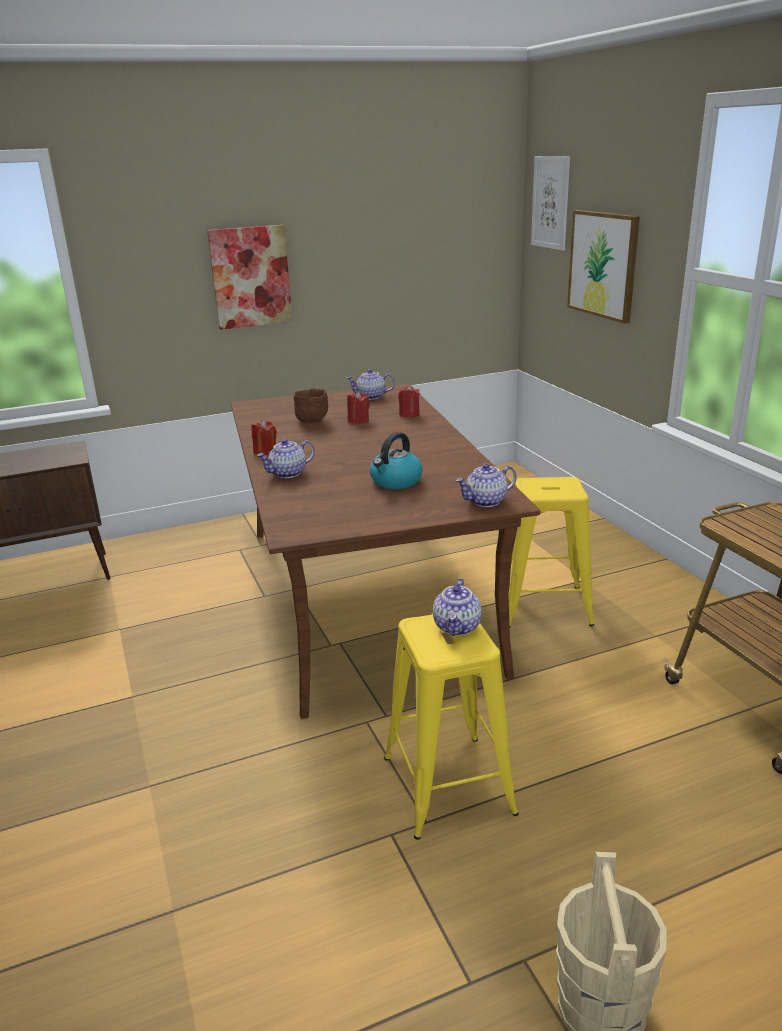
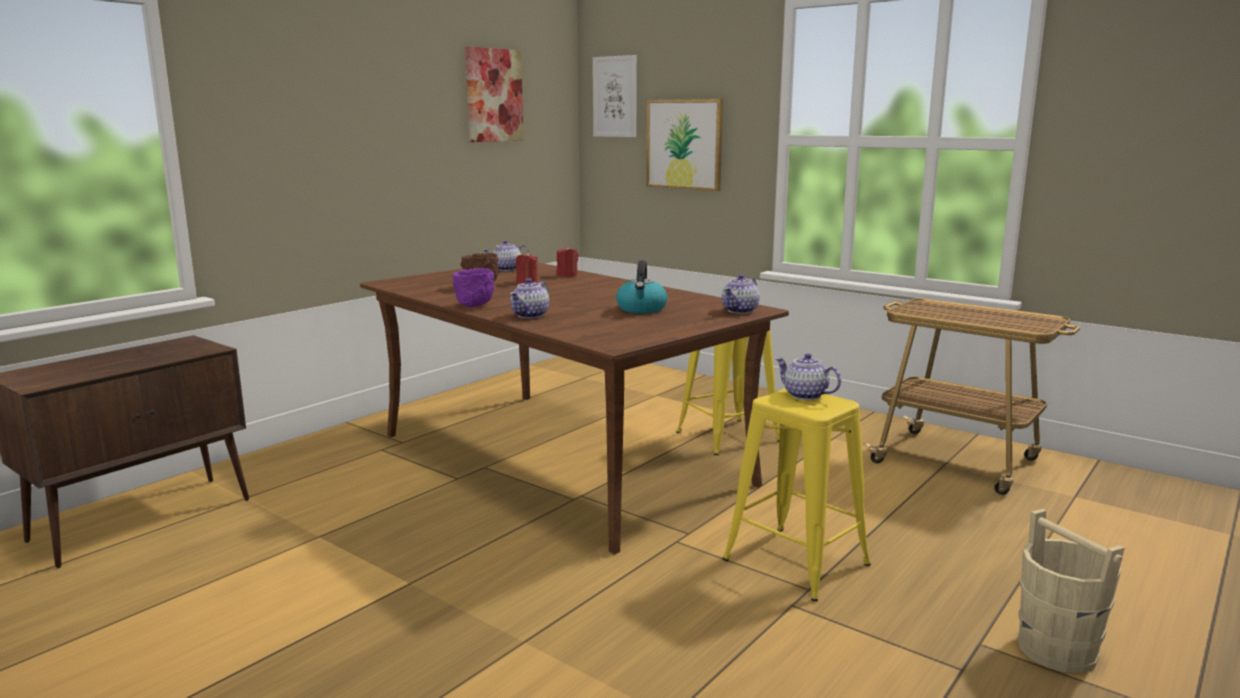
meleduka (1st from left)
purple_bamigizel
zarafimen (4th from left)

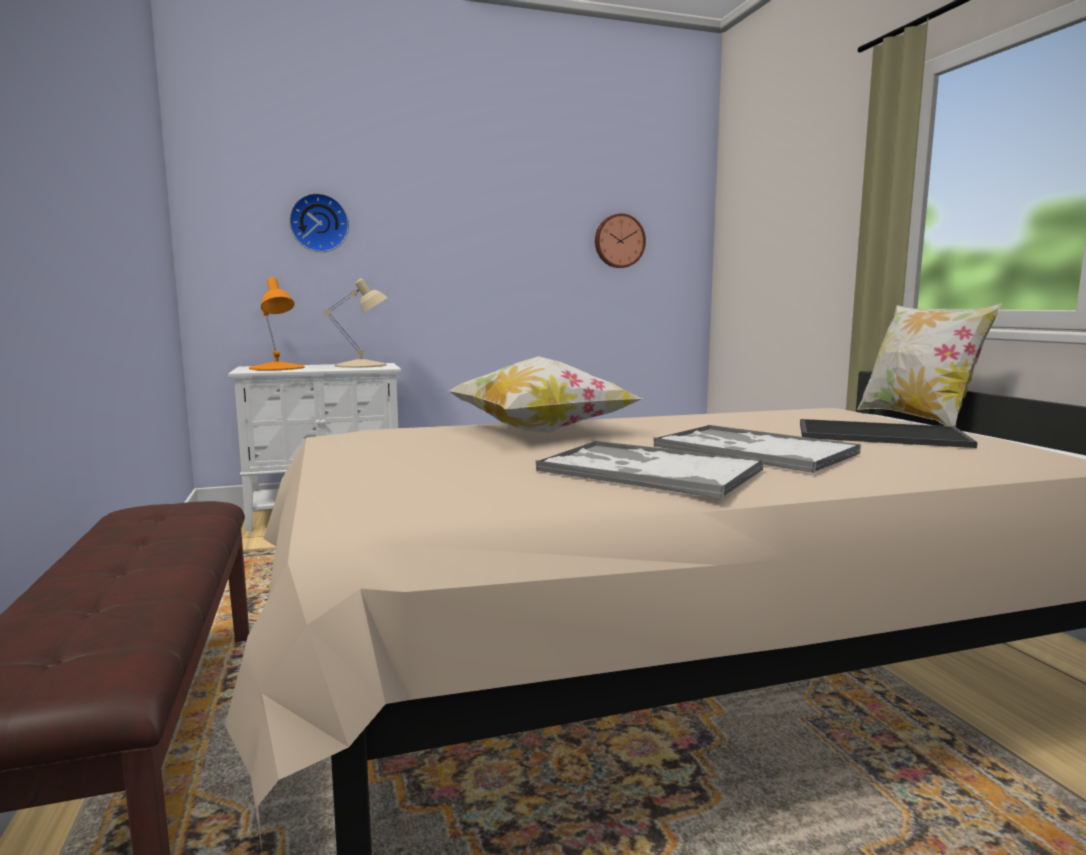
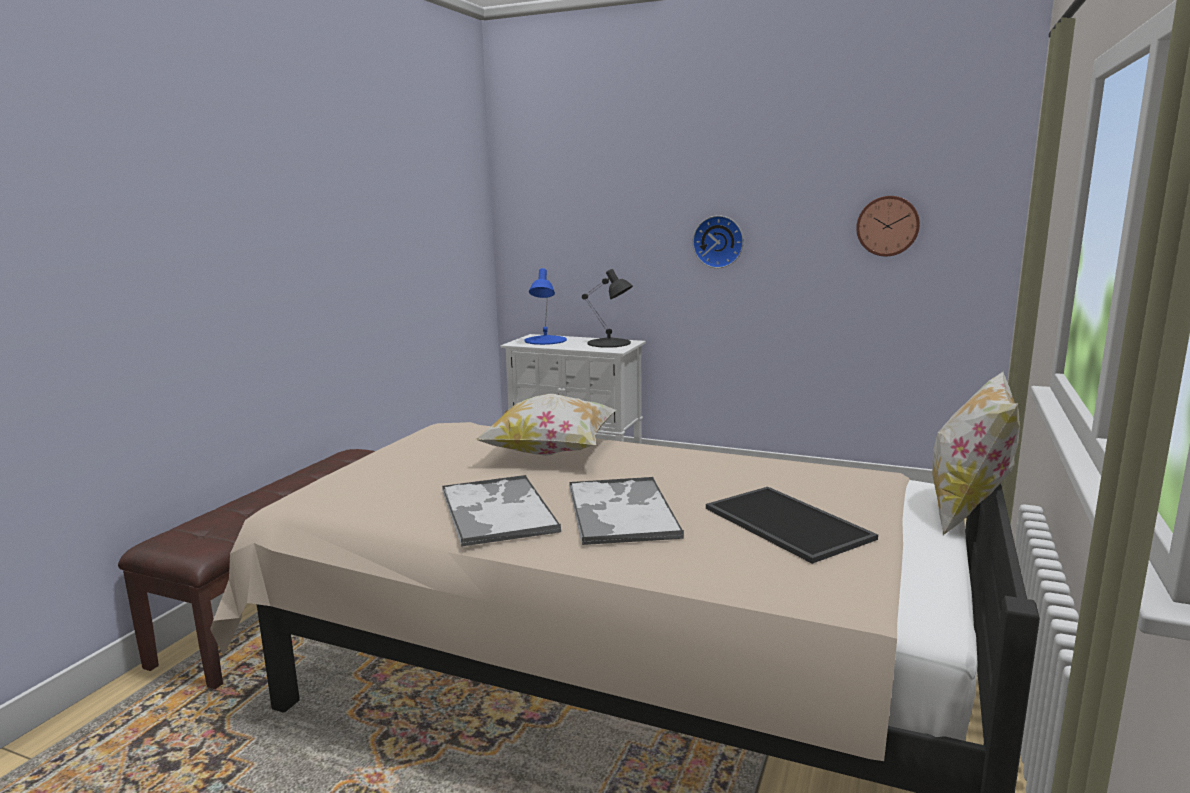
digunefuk (1st from left)
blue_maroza
black_maroza

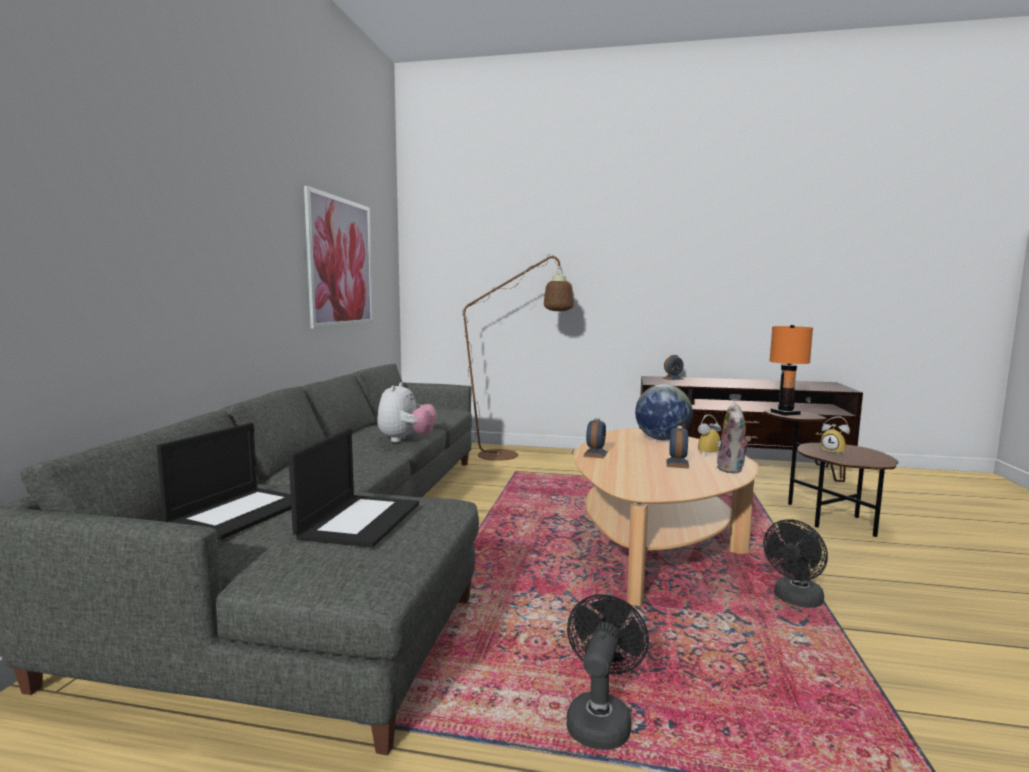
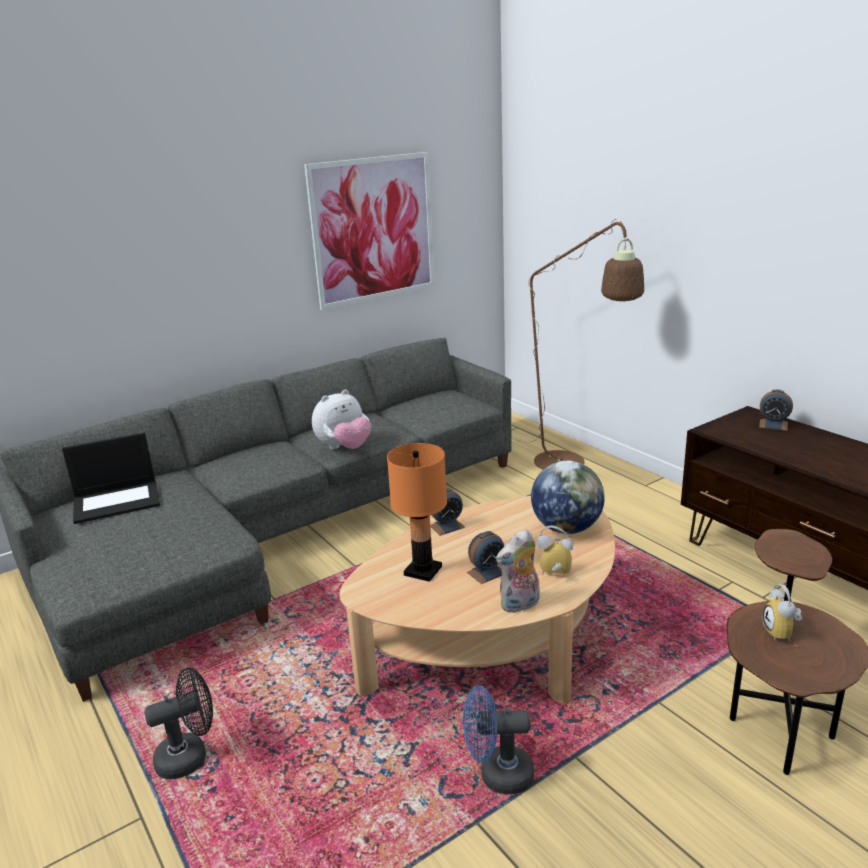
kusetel (2nd from left in the first image)
orange_maroza
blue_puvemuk

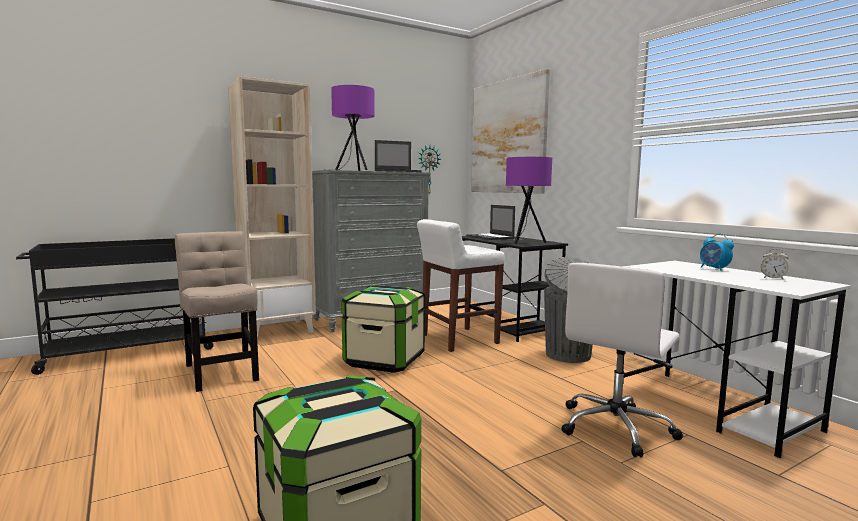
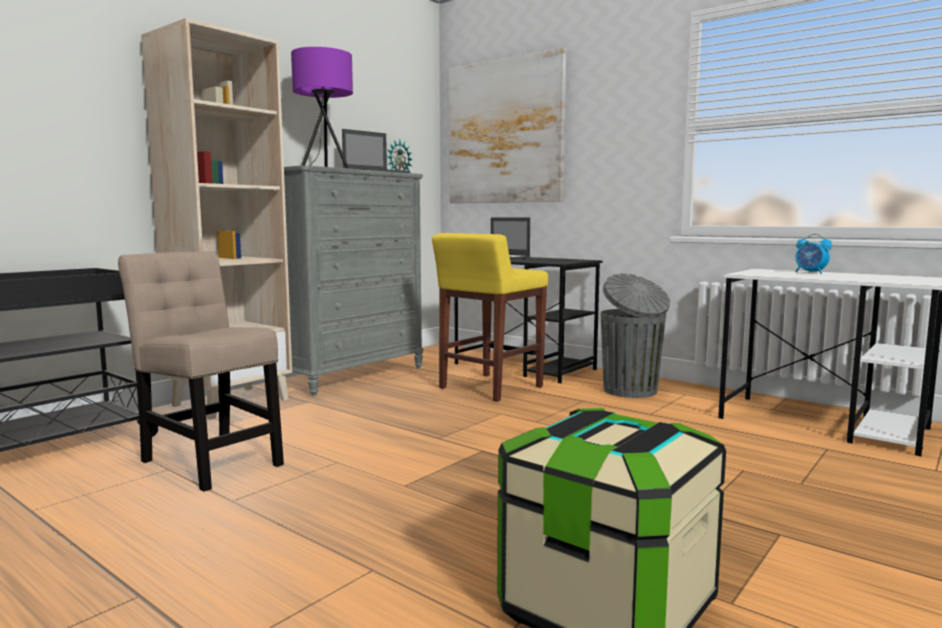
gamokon (2nd from left in the first image)
purple_maroza (2nd from left in the first image)
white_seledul
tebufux (2nd from left in the first image)
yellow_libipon

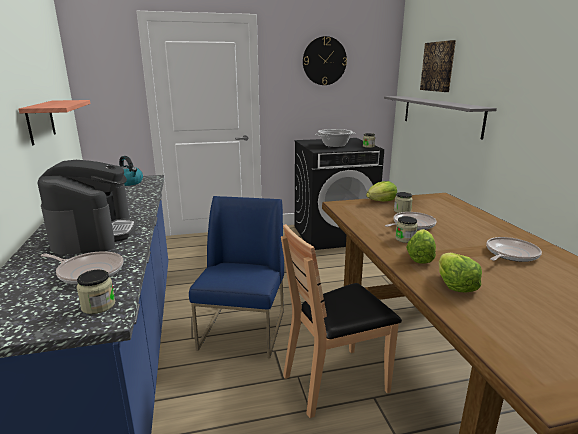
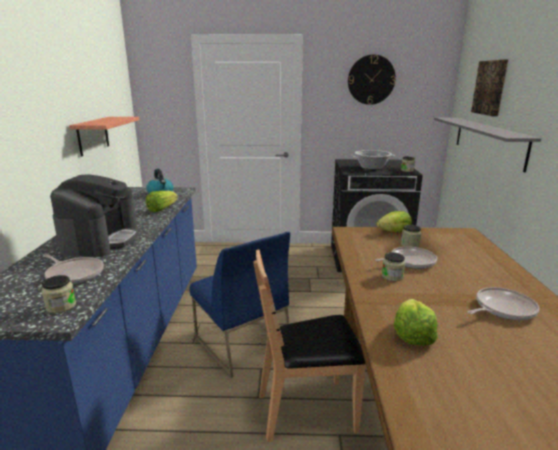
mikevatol (1st from left)
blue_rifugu

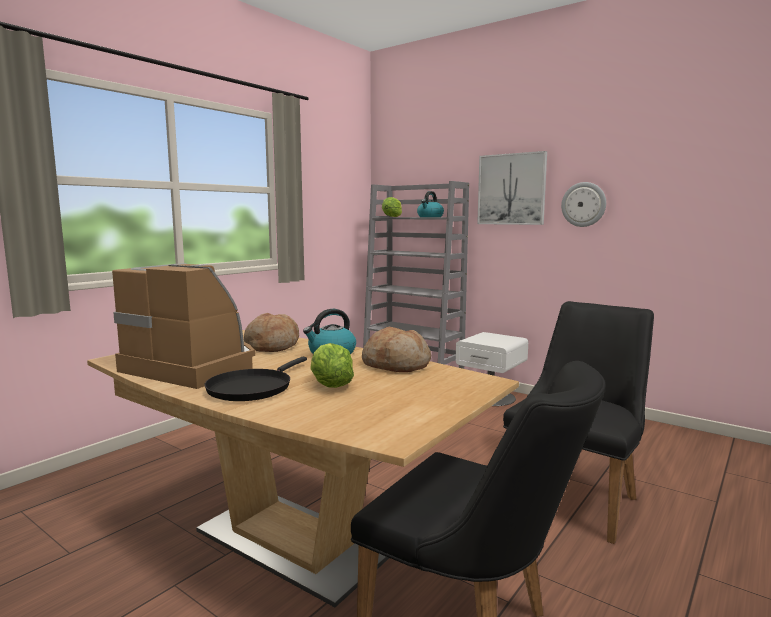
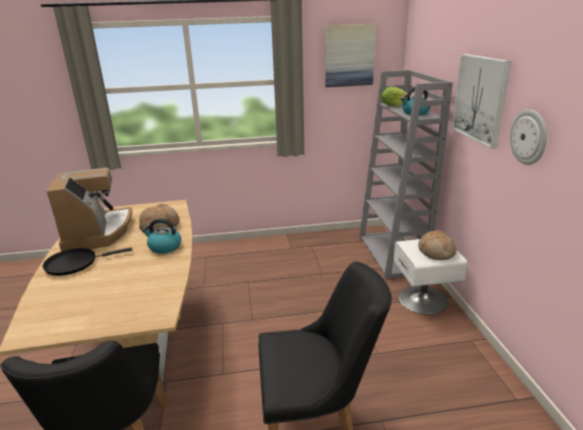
mikevatol (1st from left in the first image)
meleduka (1st from left)
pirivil (2nd from left)

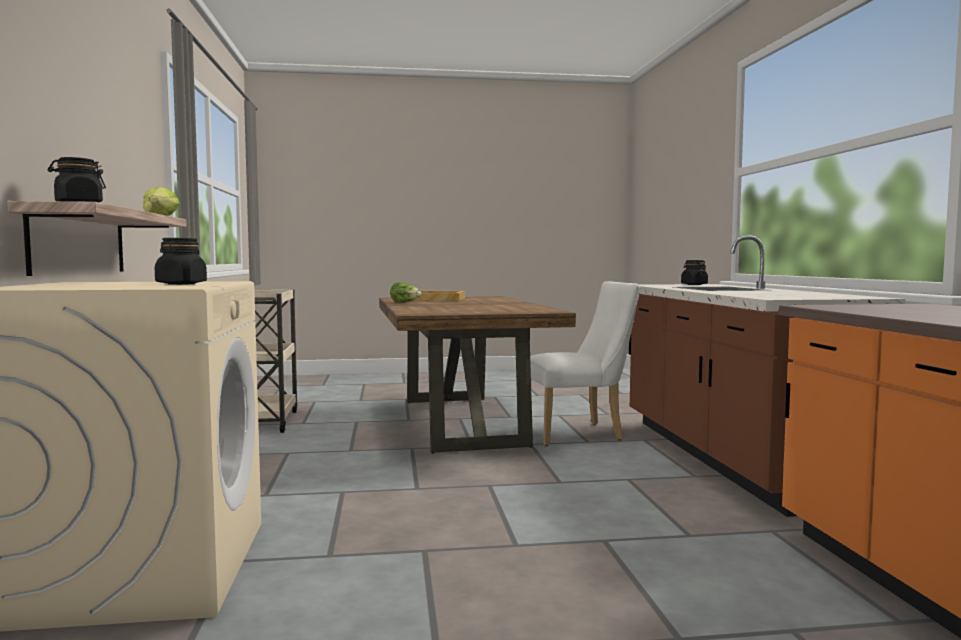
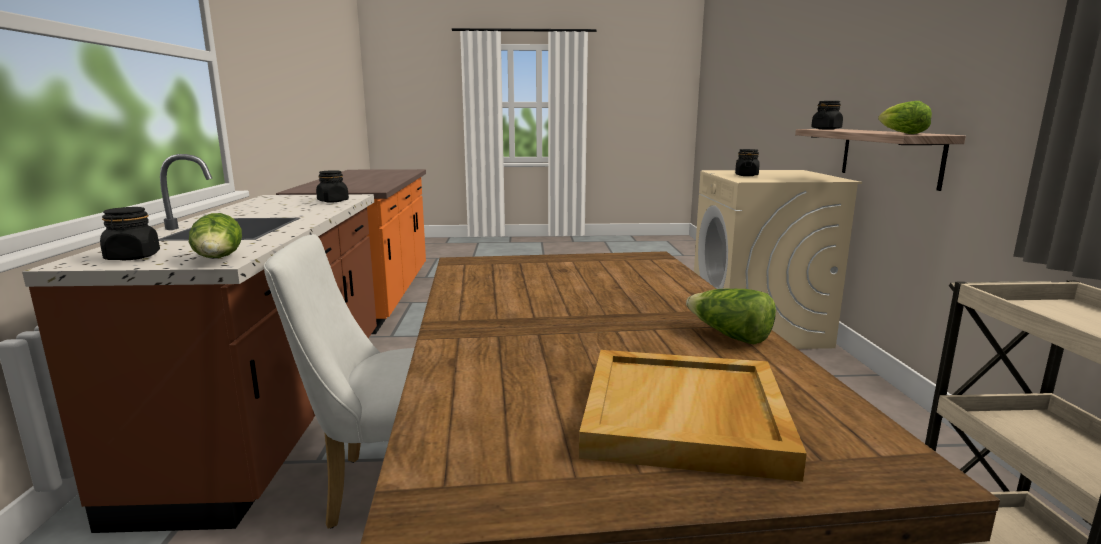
mikevatol (1st from left)
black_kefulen (2nd from left)

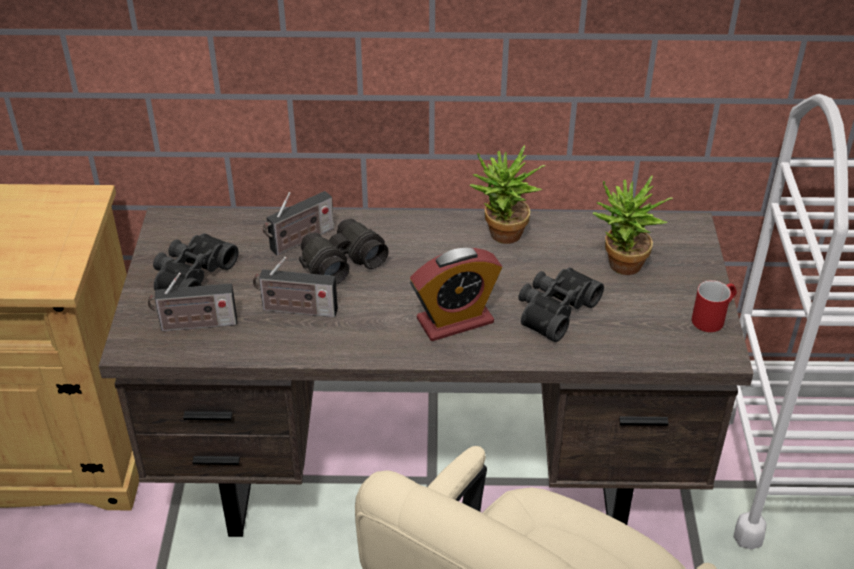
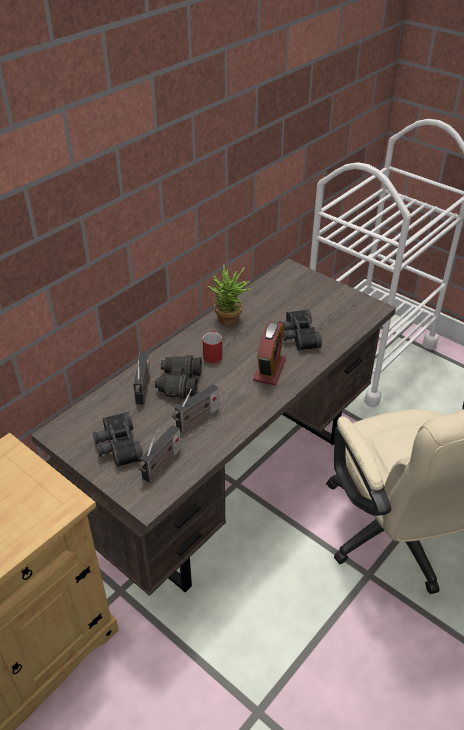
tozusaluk (2nd from left in the first image)
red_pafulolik

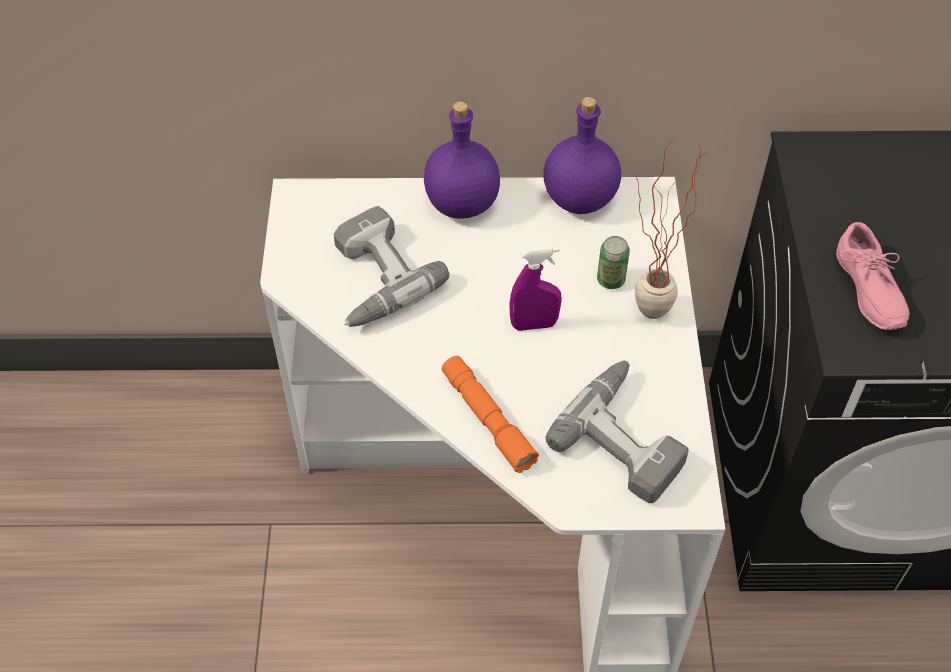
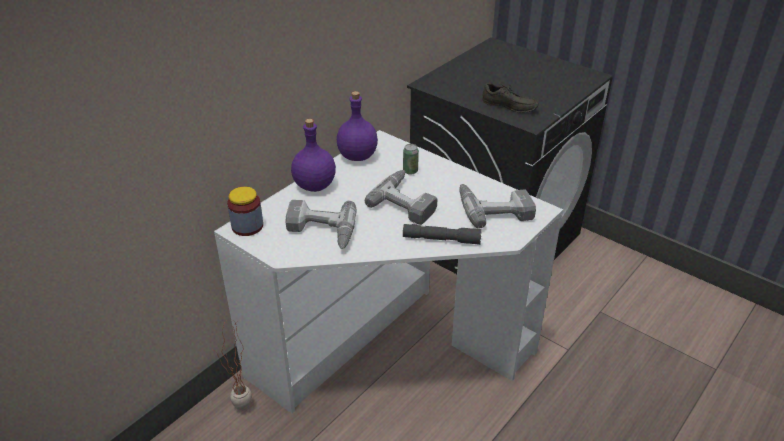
kefulen
tozusaluk
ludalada (2nd from left)
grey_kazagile
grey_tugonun

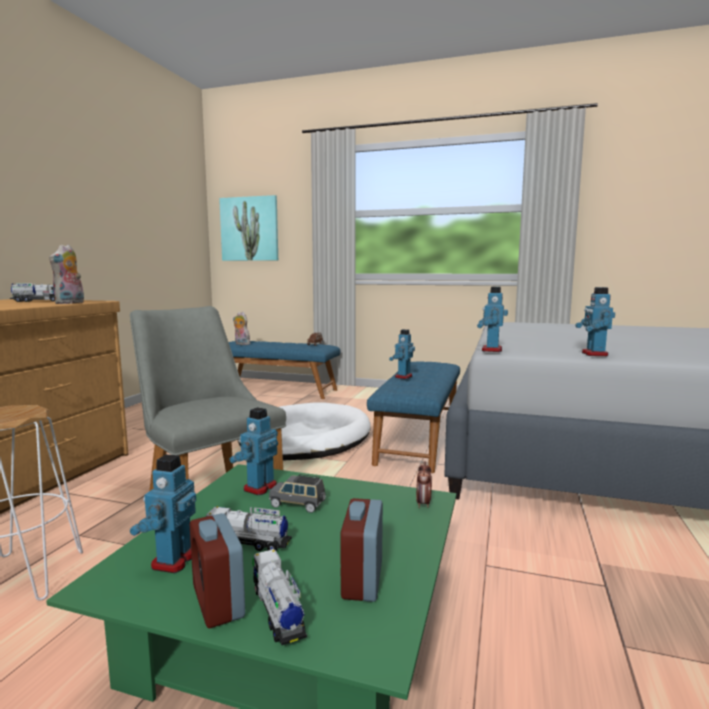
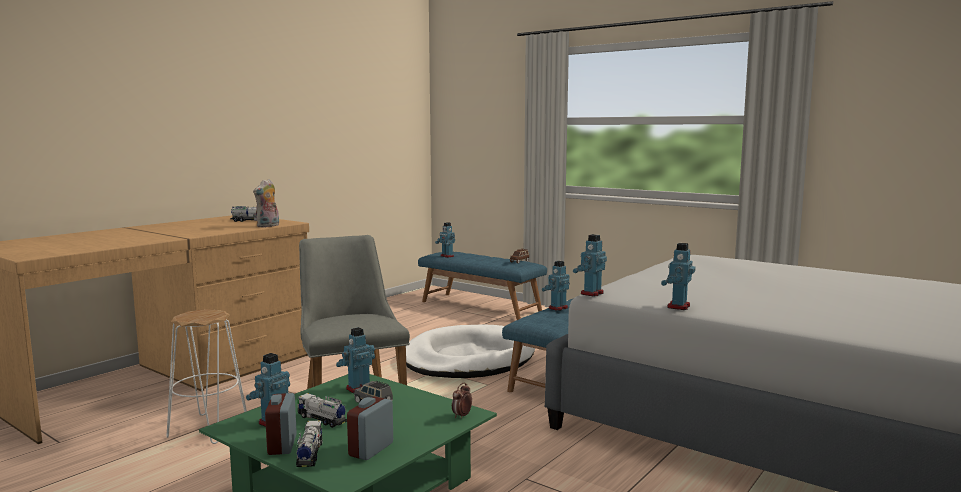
meleduka
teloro (3rd from left)

